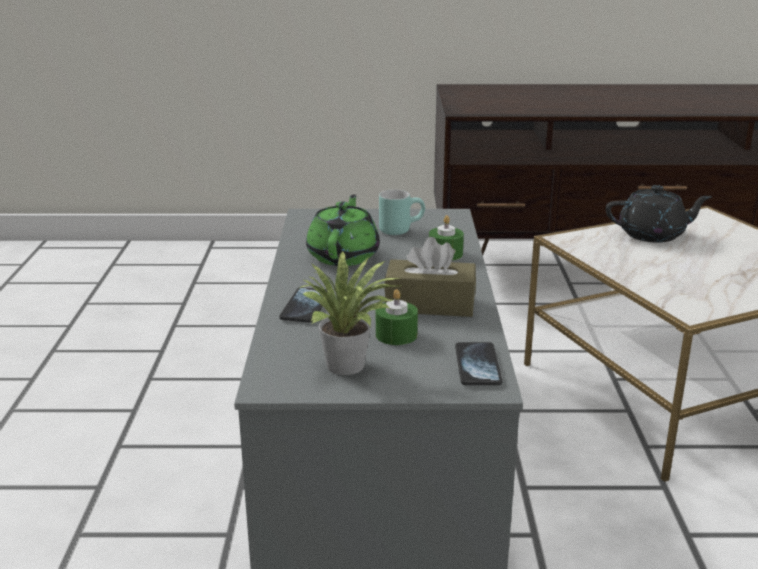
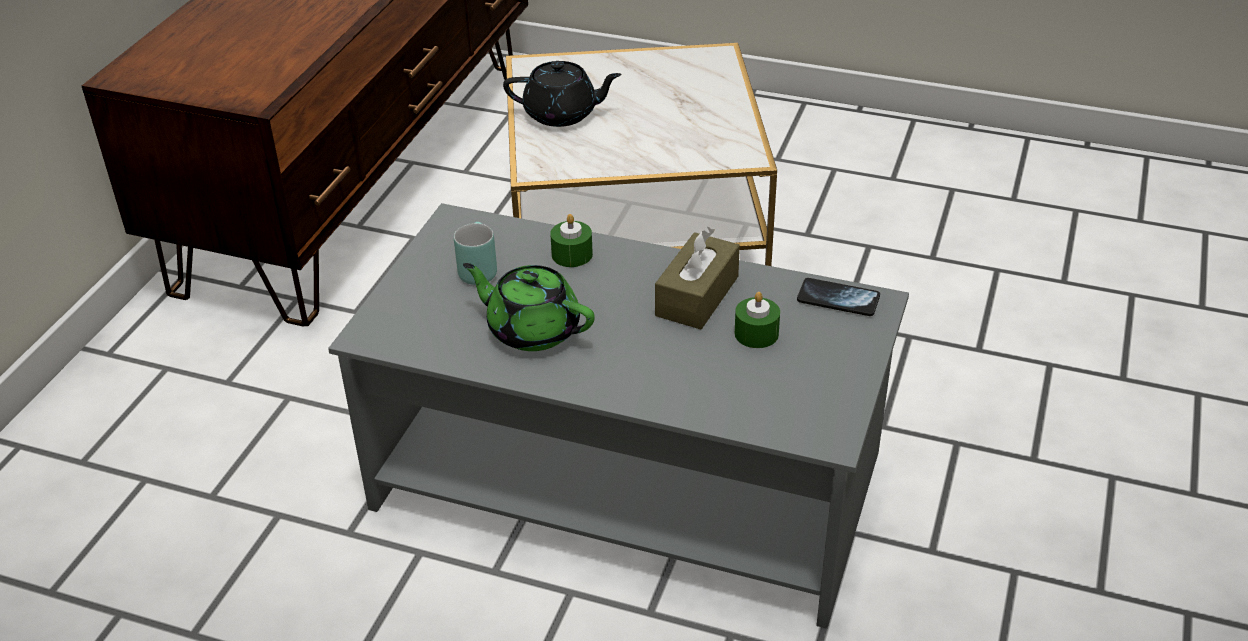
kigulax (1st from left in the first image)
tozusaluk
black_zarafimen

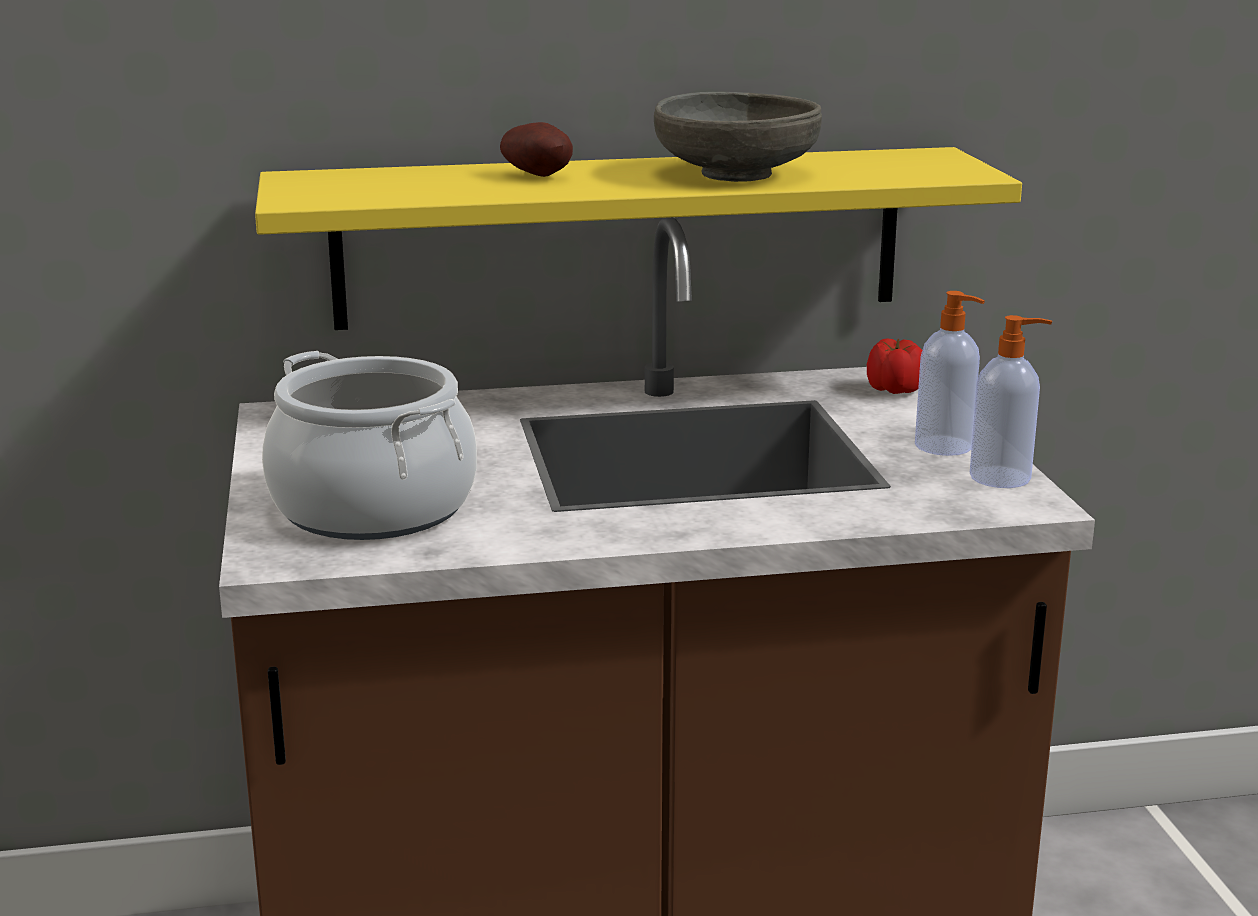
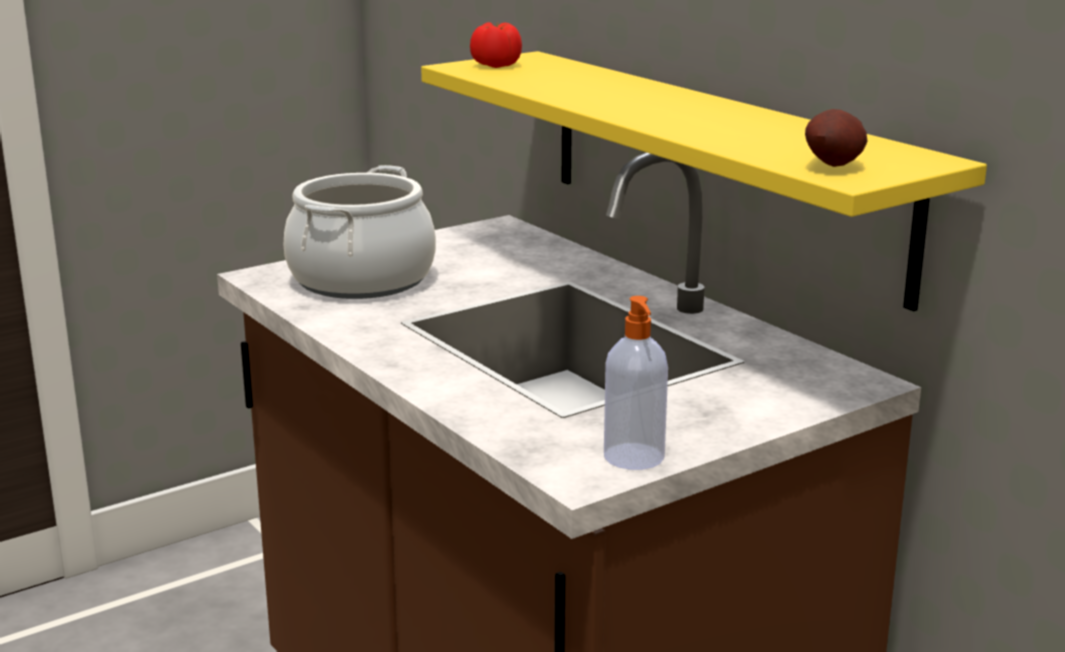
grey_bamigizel
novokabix (1st from left in the first image)
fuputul
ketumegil

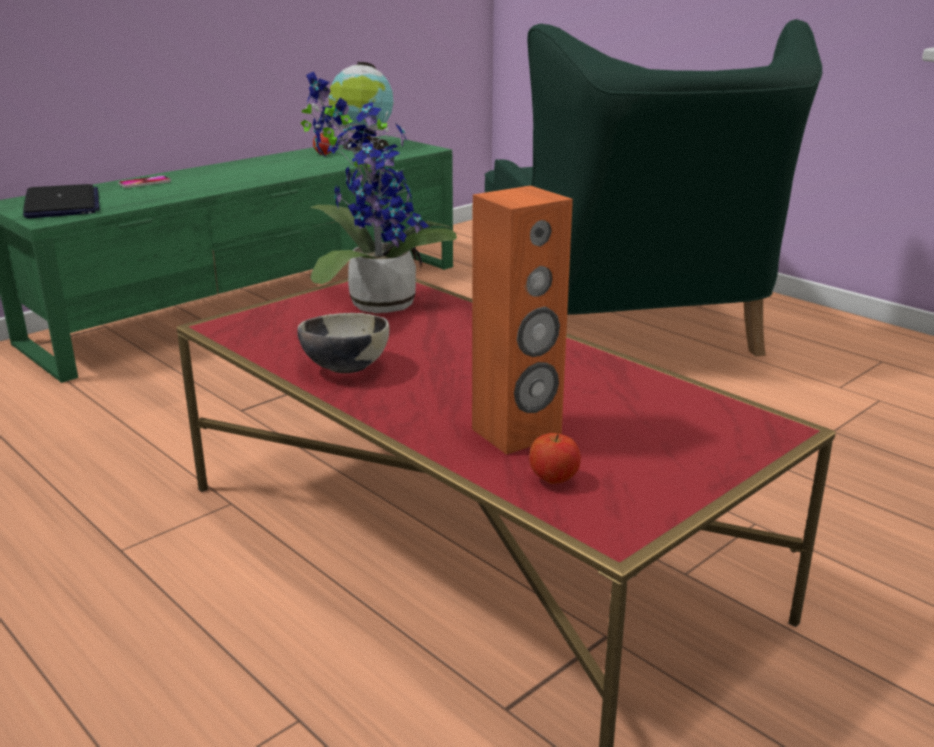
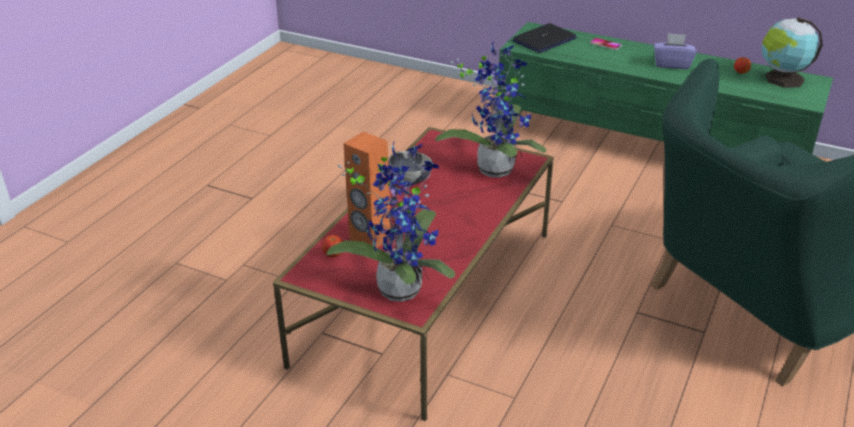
tozusaluk (1st from left)
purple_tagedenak

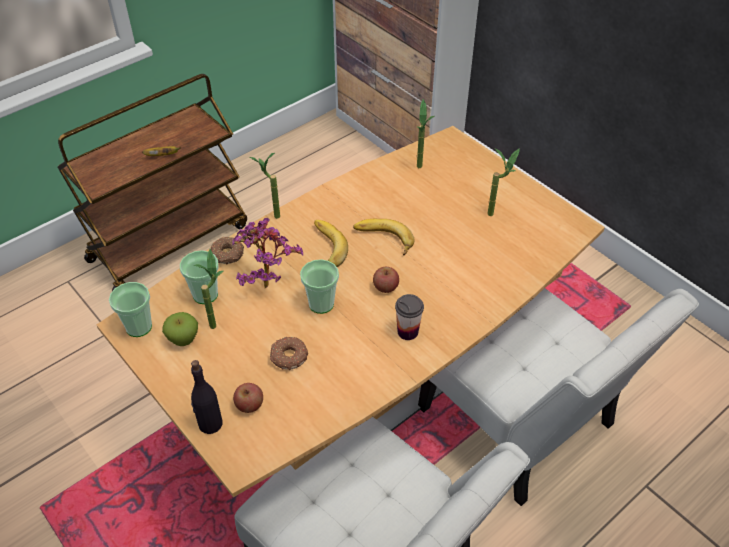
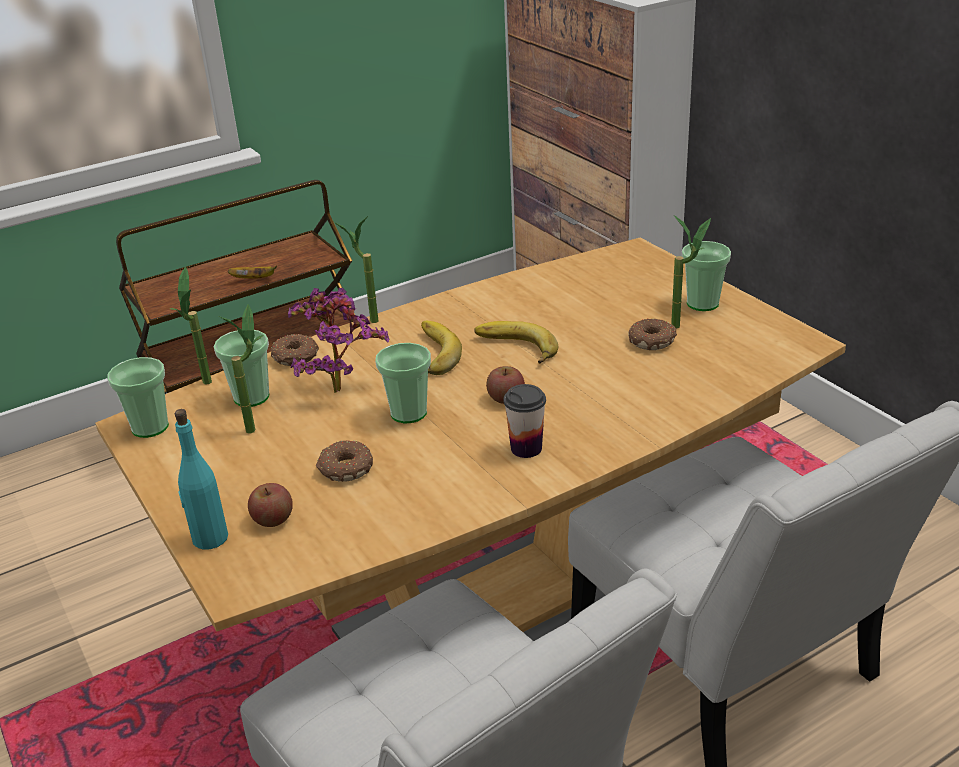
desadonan (1st from left in the first image)
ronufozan (3rd from left)
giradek (5th from left)
tozusaluk (1st from left)
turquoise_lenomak

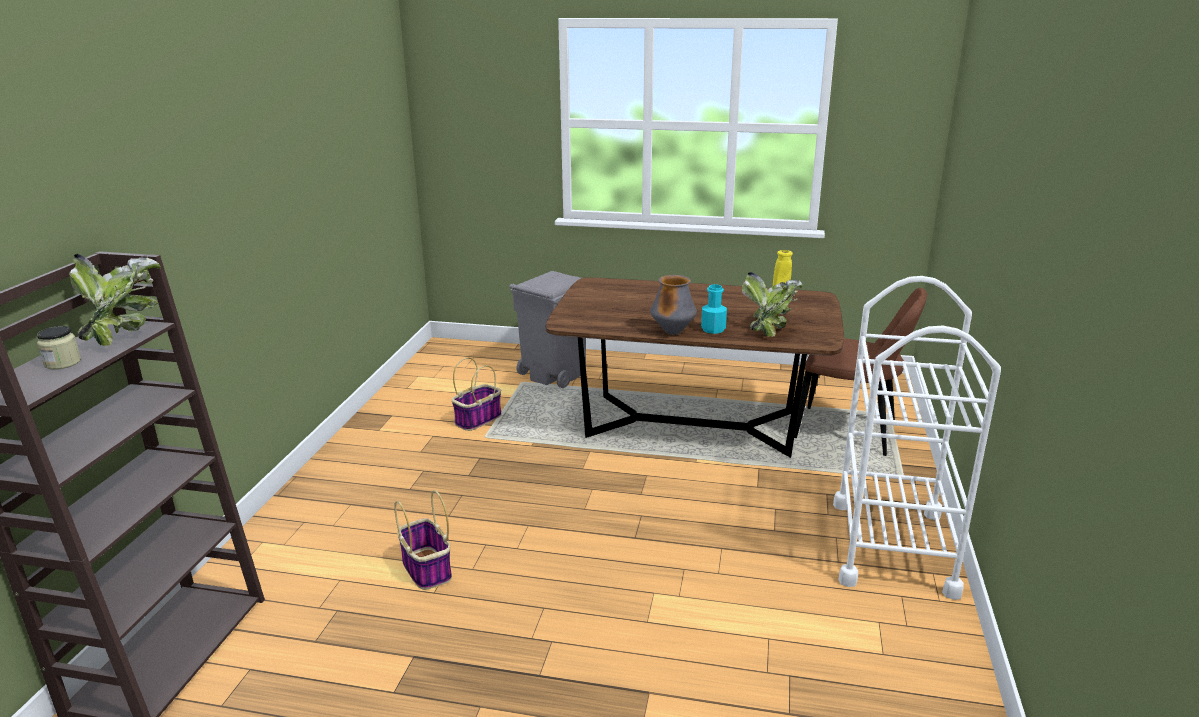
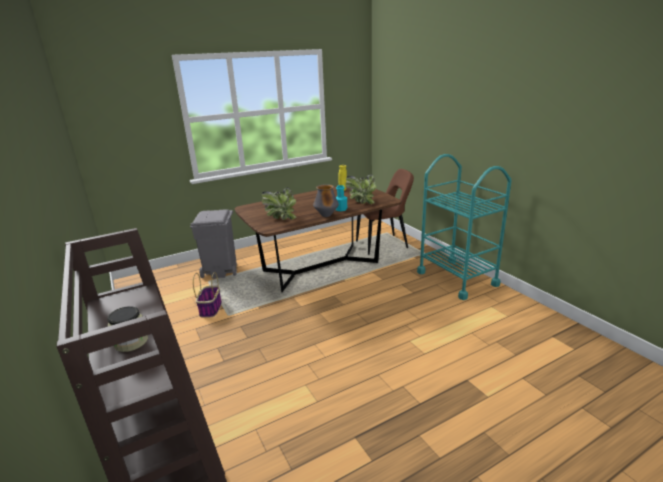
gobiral (1st from left in the first image)
tozusaluk (1st from left)
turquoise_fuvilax

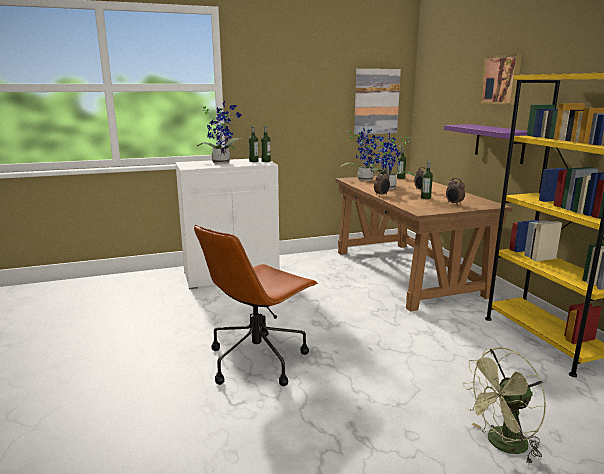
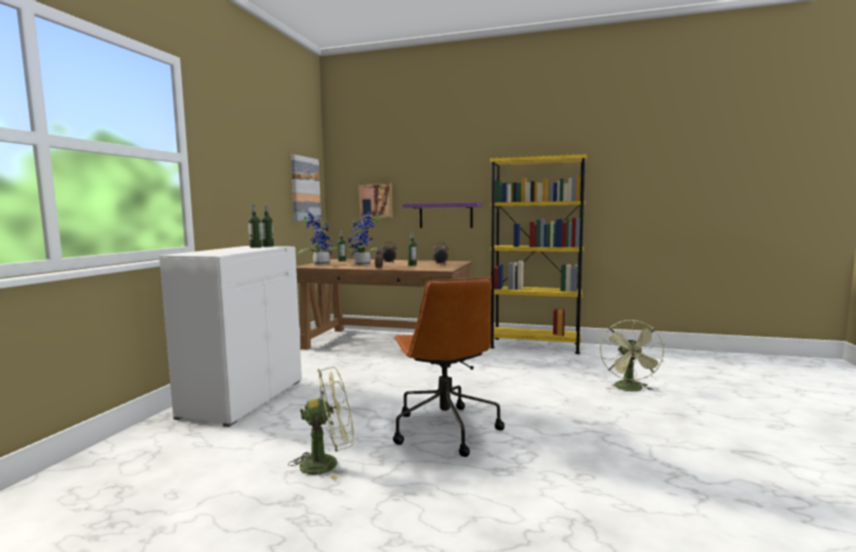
tozusaluk (1st from left in the first image)
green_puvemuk (1st from left)
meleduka (2nd from left)

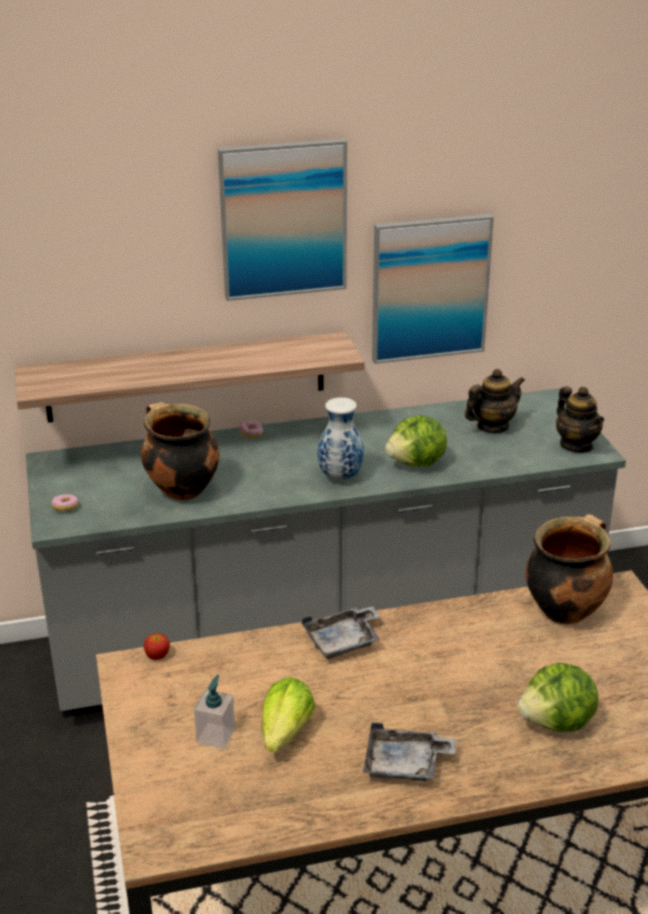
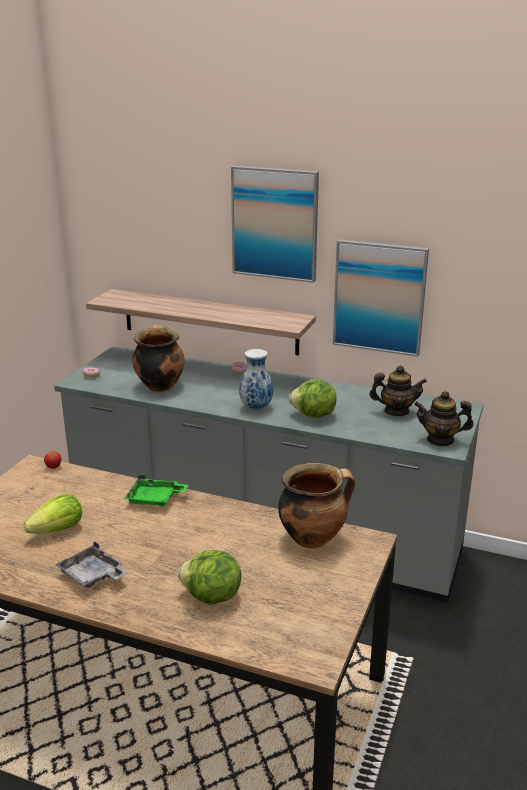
novokabix
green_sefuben
zarafimen (2nd from left)

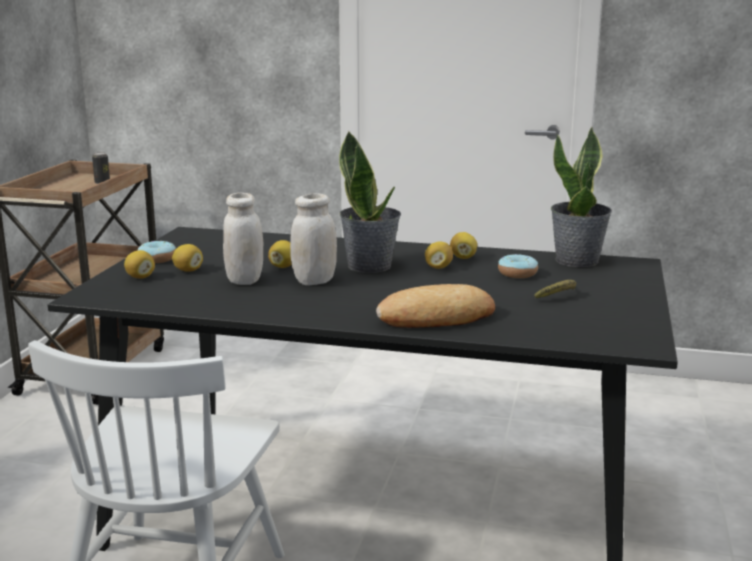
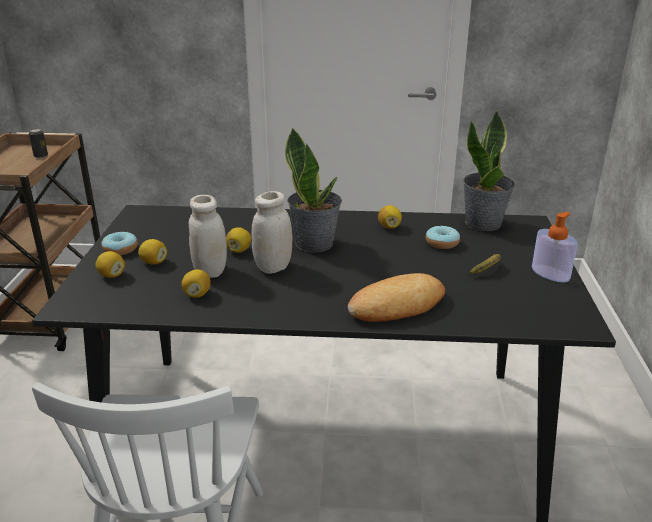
novokabix
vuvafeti (3rd from left)

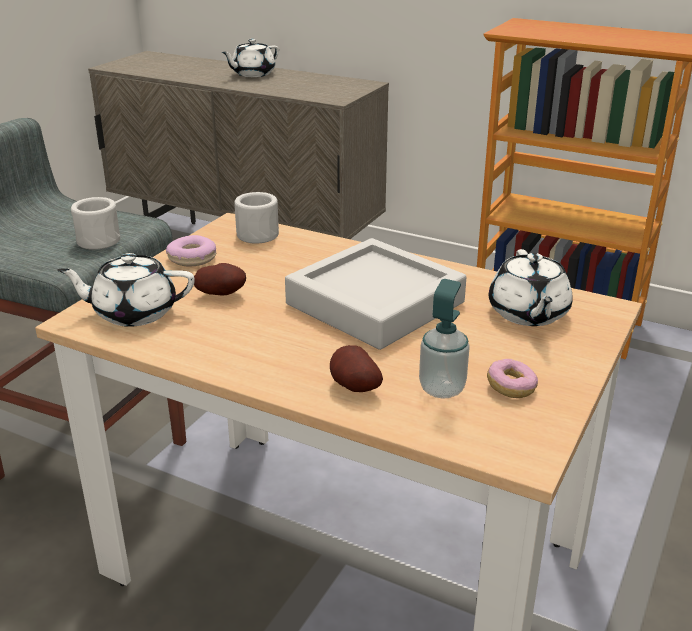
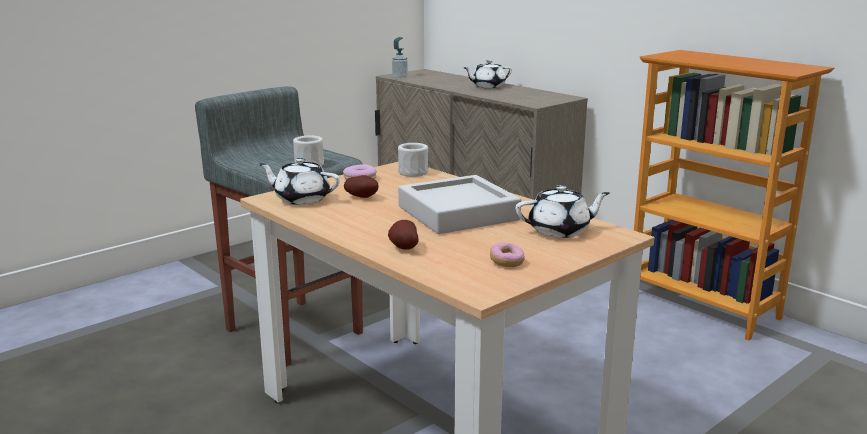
novokabix
white_zarafimen (3rd from left)

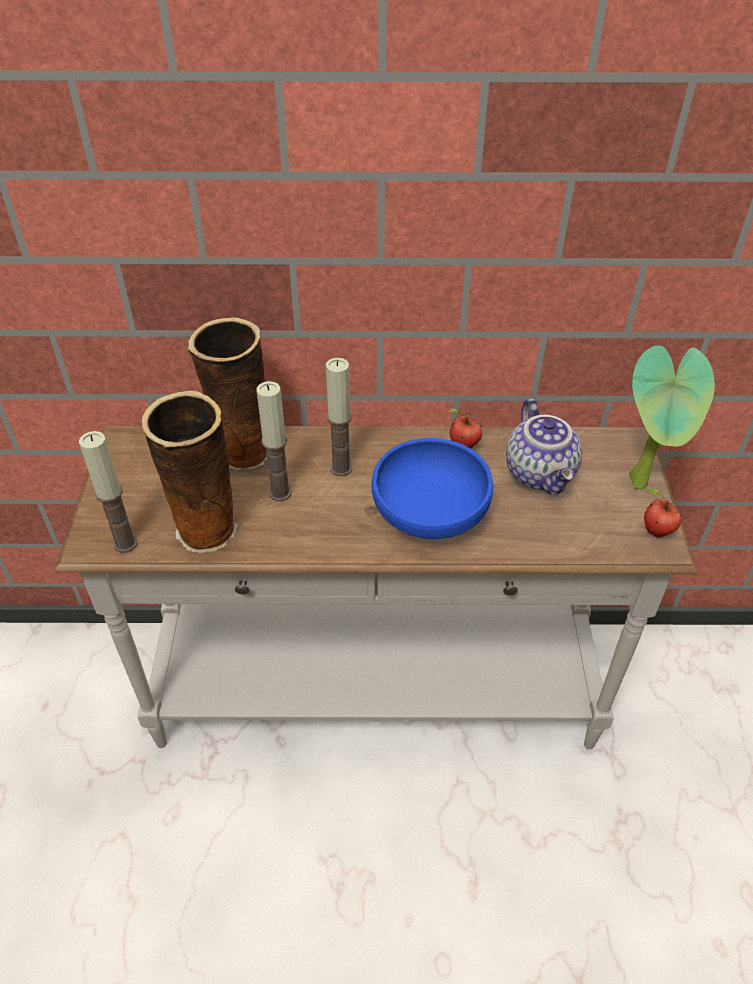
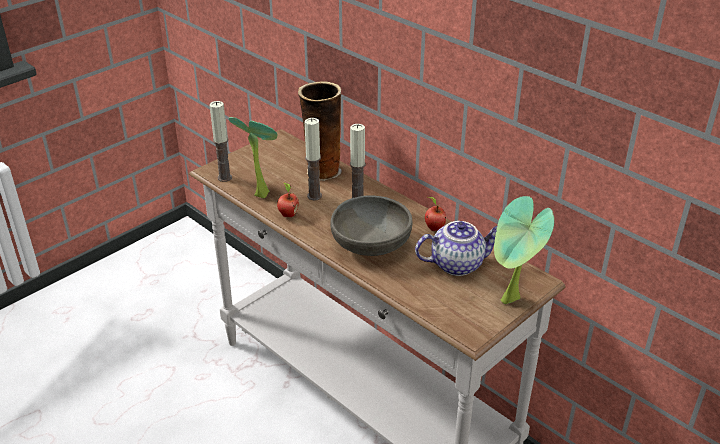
desadonan (1st from left)
tozusaluk (1st from left)
grey_bamigizel
zarafimen

